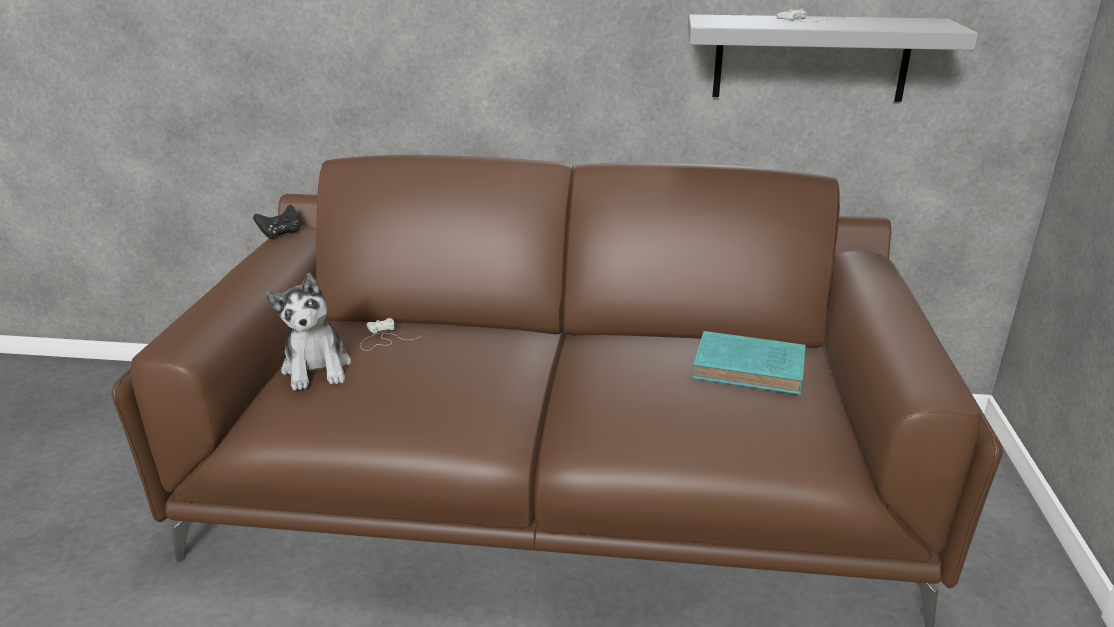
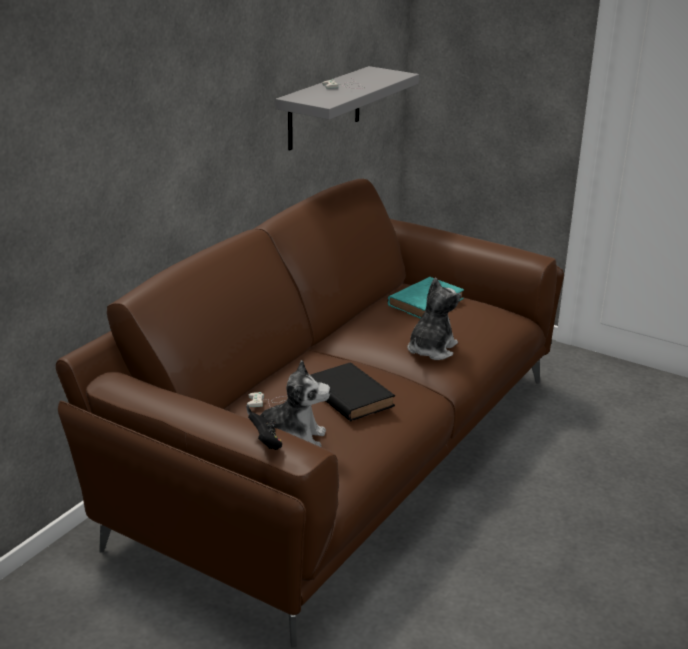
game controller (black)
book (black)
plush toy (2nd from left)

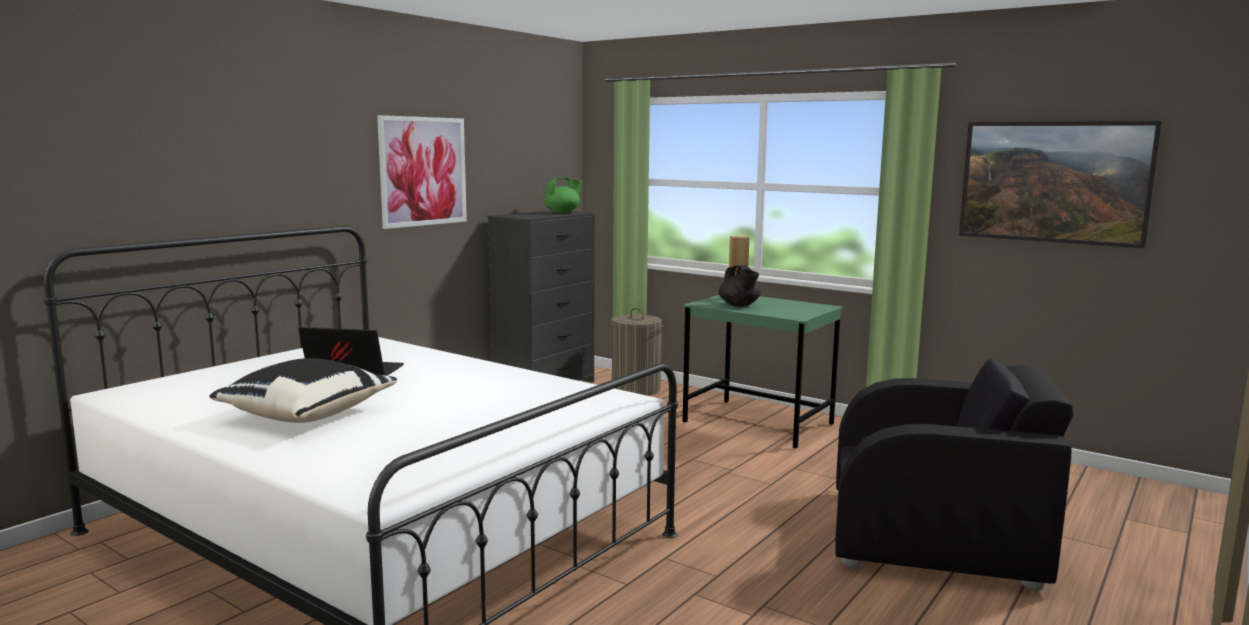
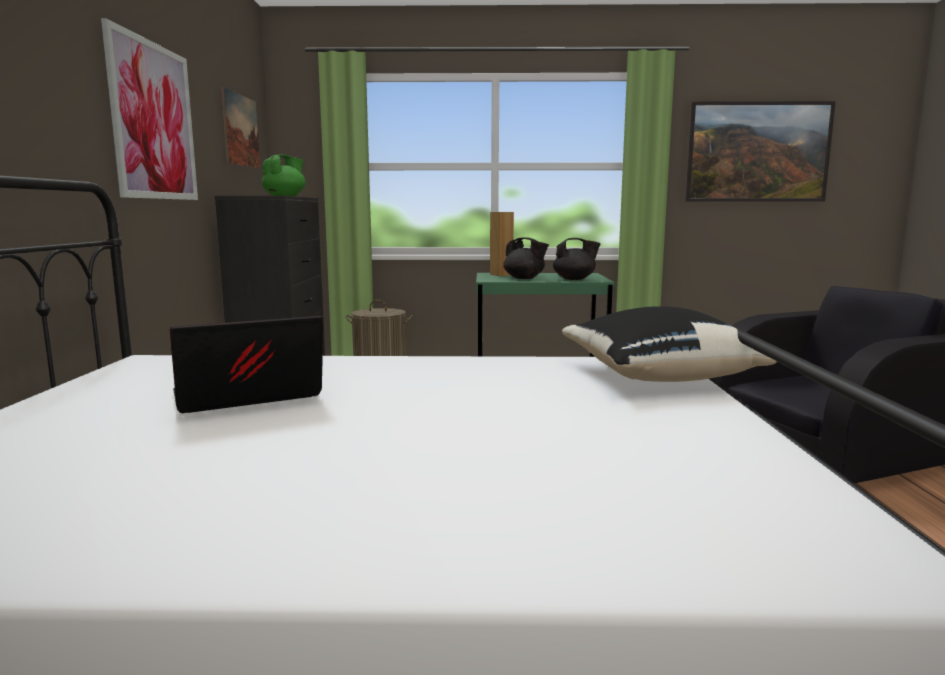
pillow (black)
picture (2nd from left)
teapot (black) (2nd from left)

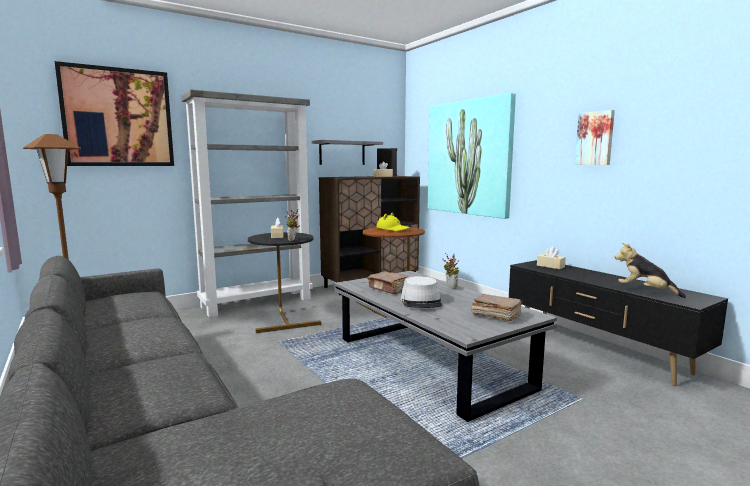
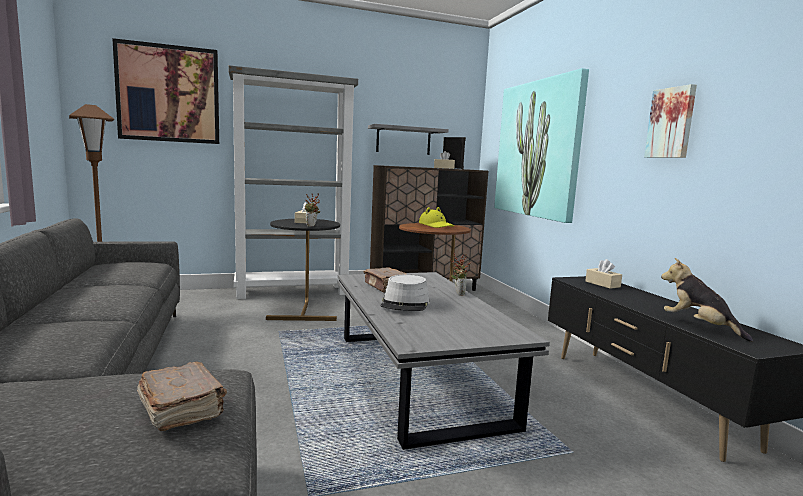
book (brown) (1st from left)

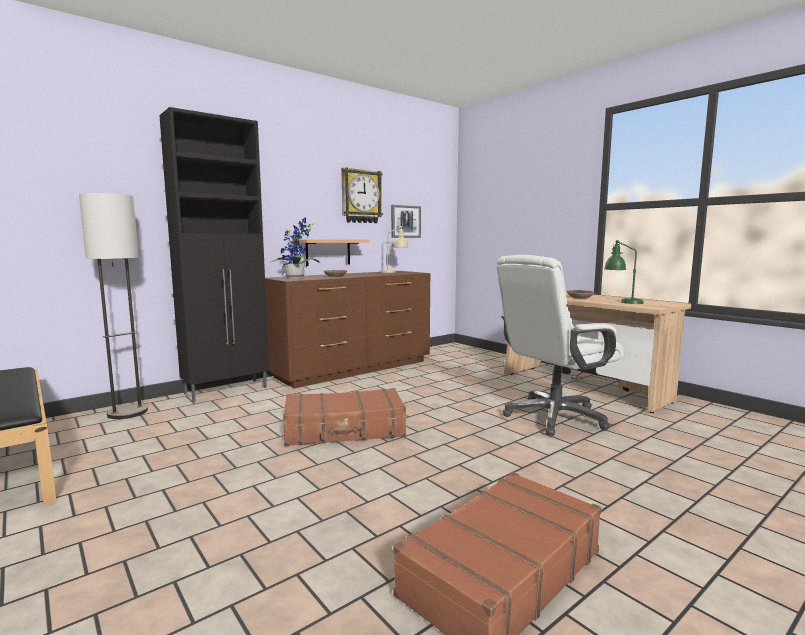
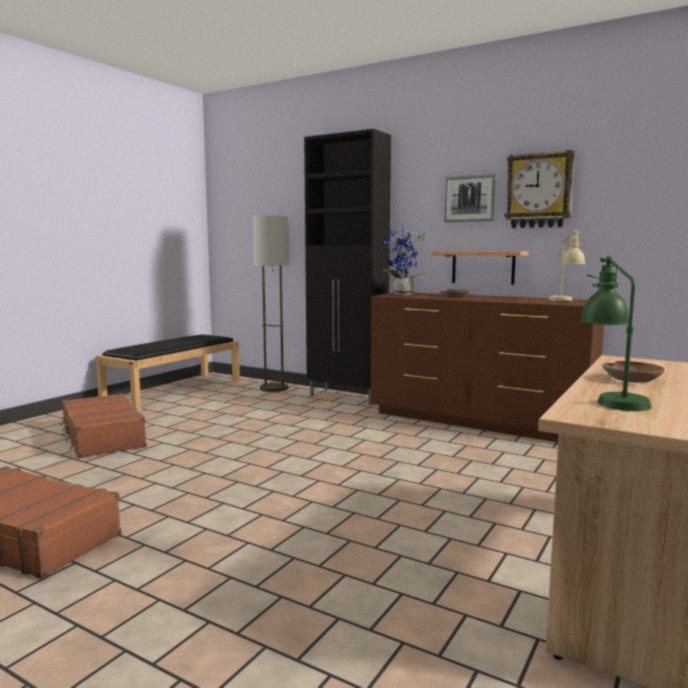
suitcase (brown) (2nd from left)
picture
office chair (white)

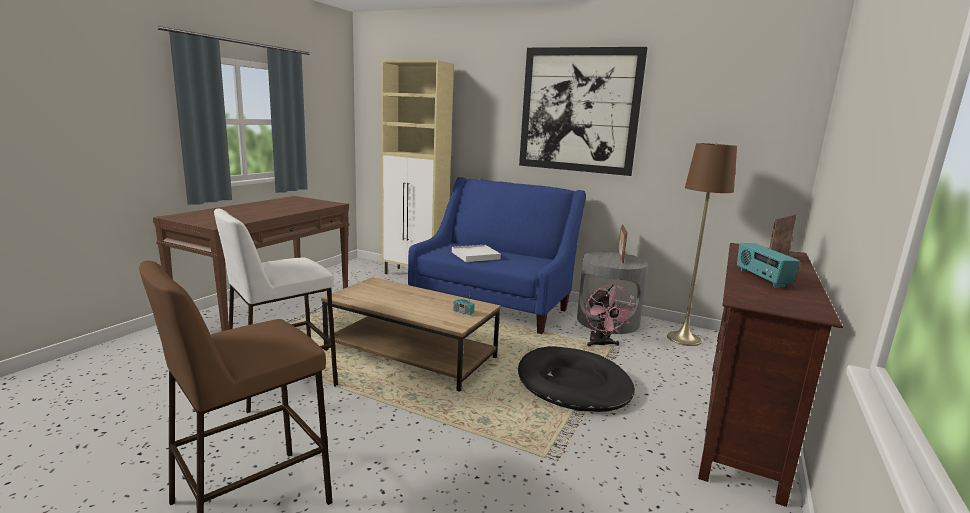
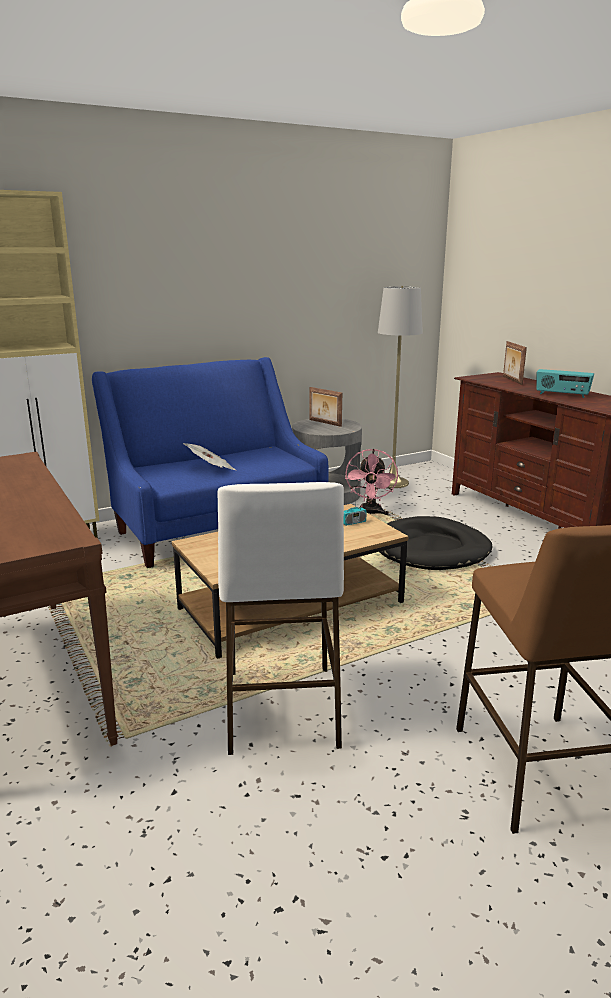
newspaper
picture
fan (pink)
floor lamp (grey)

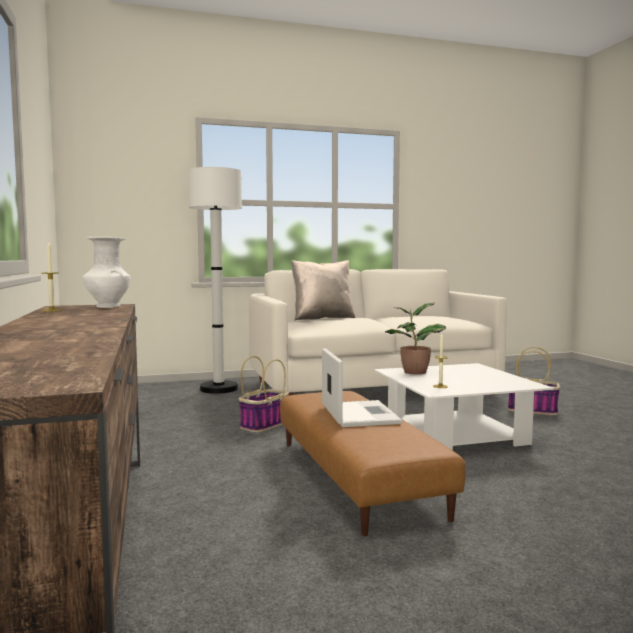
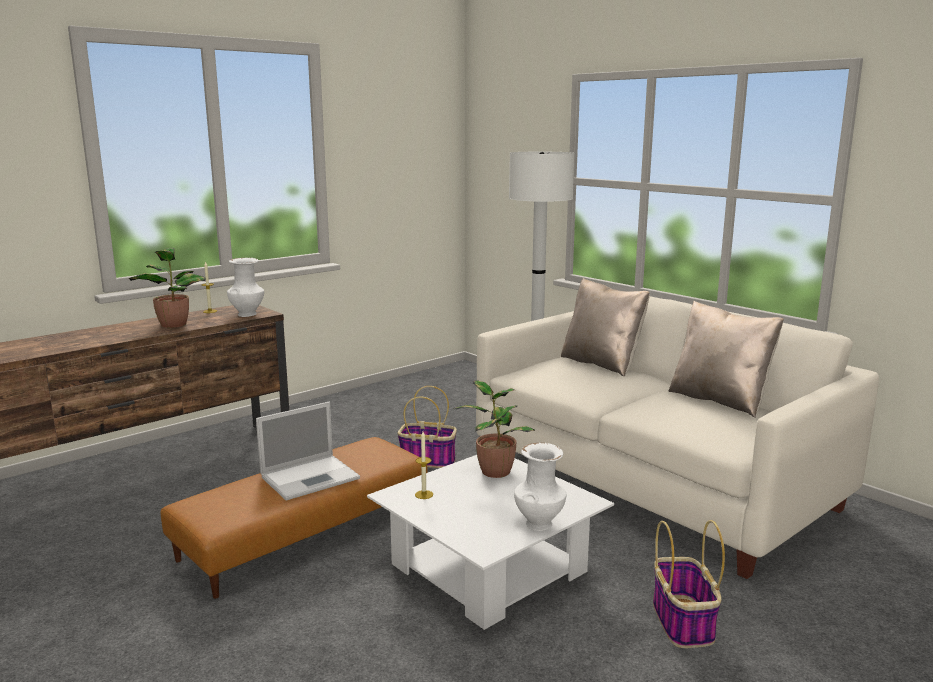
potted plant (1st from left)
vase (white) (2nd from left)
pillow (beige) (2nd from left)

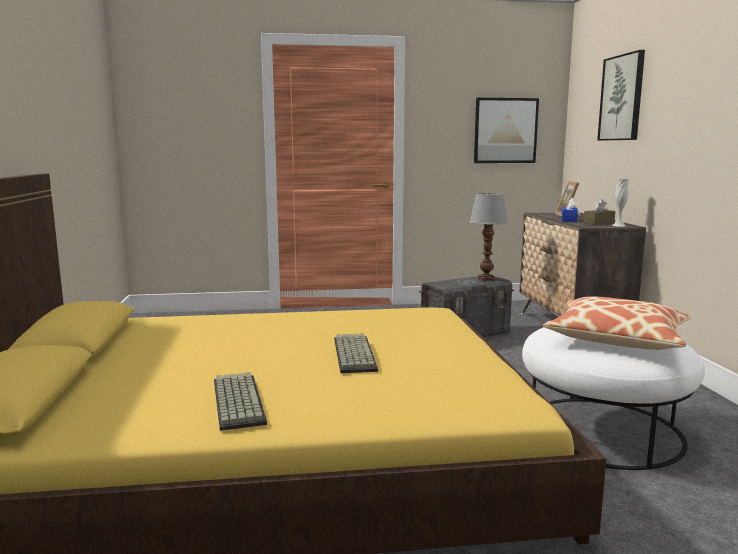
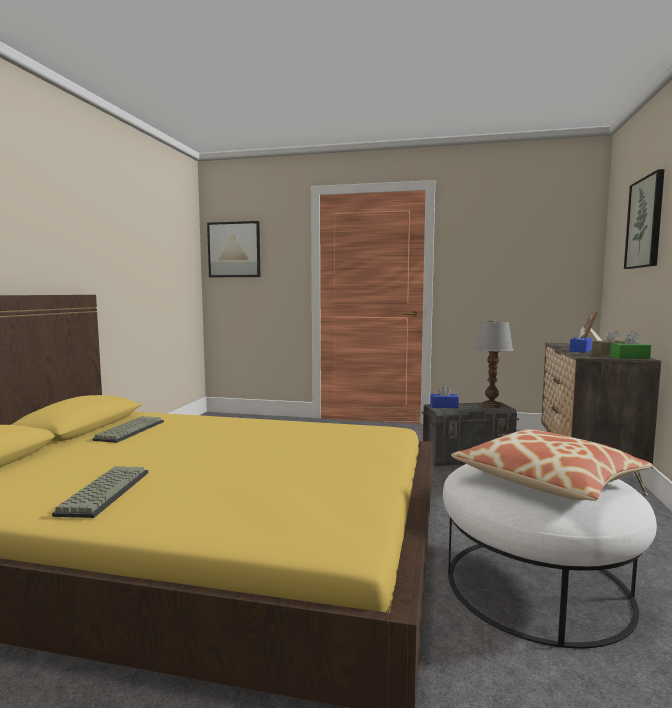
keyboard (2nd from left)
picture (1st from left)
tissue box (green)
tissue box (blue) (1st from left)

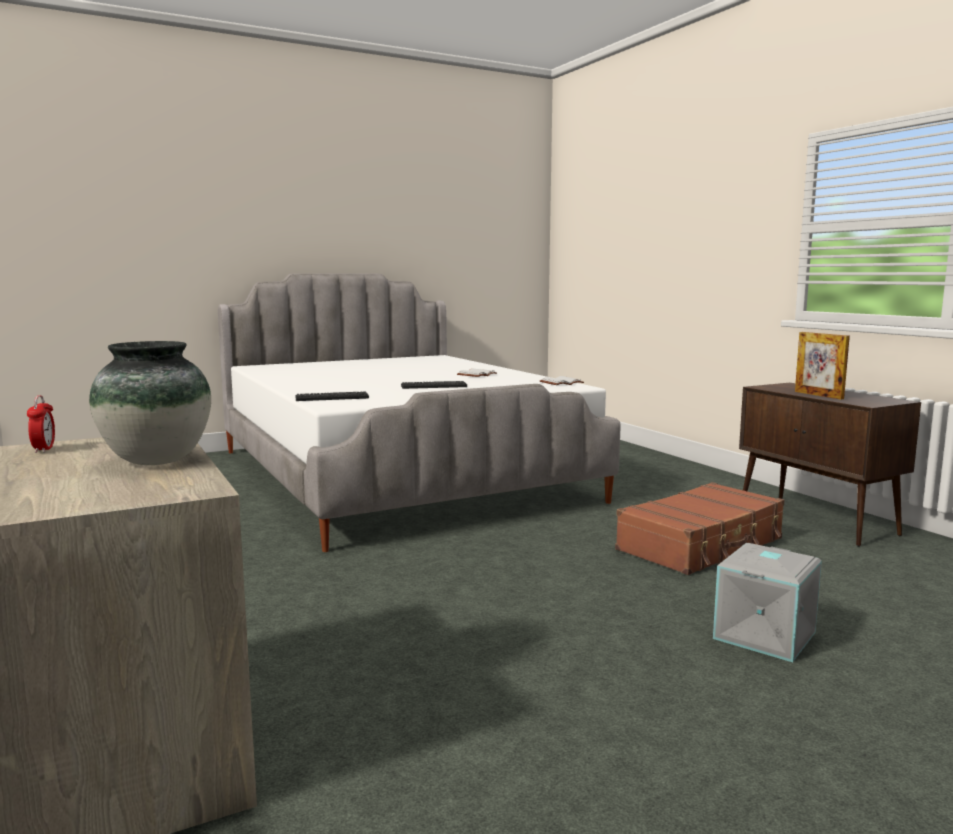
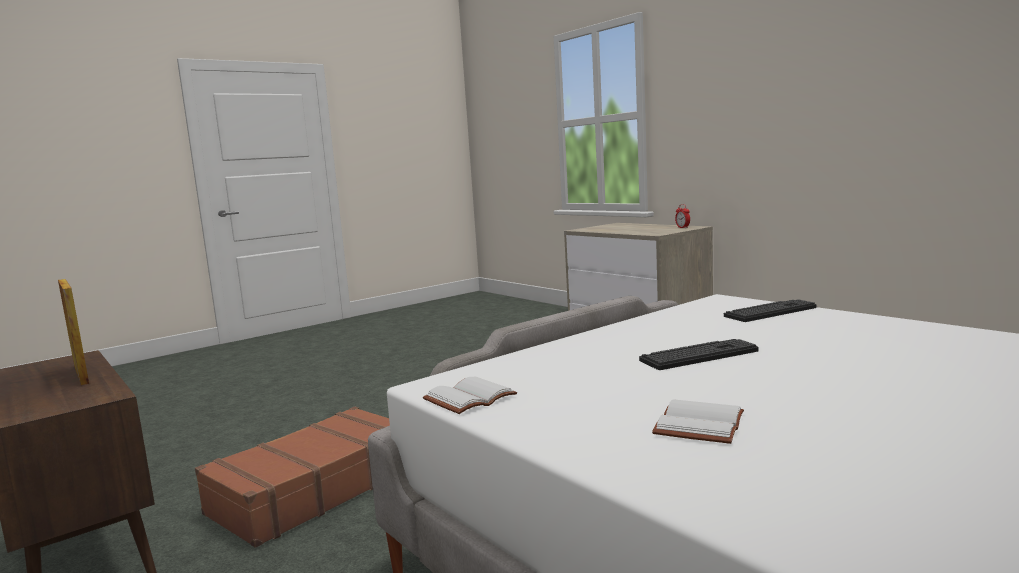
vase
storage box (grey)

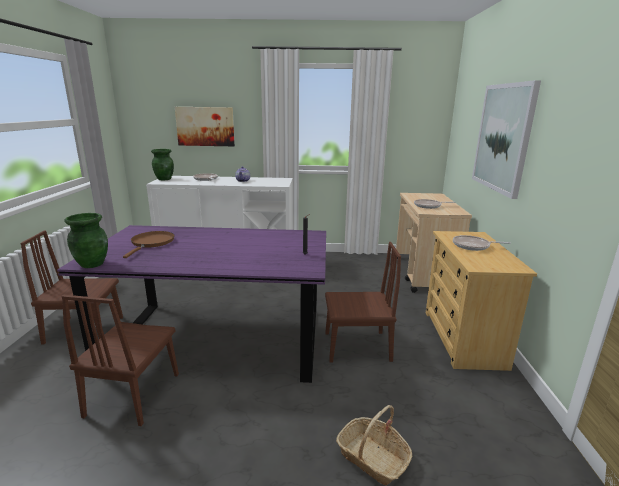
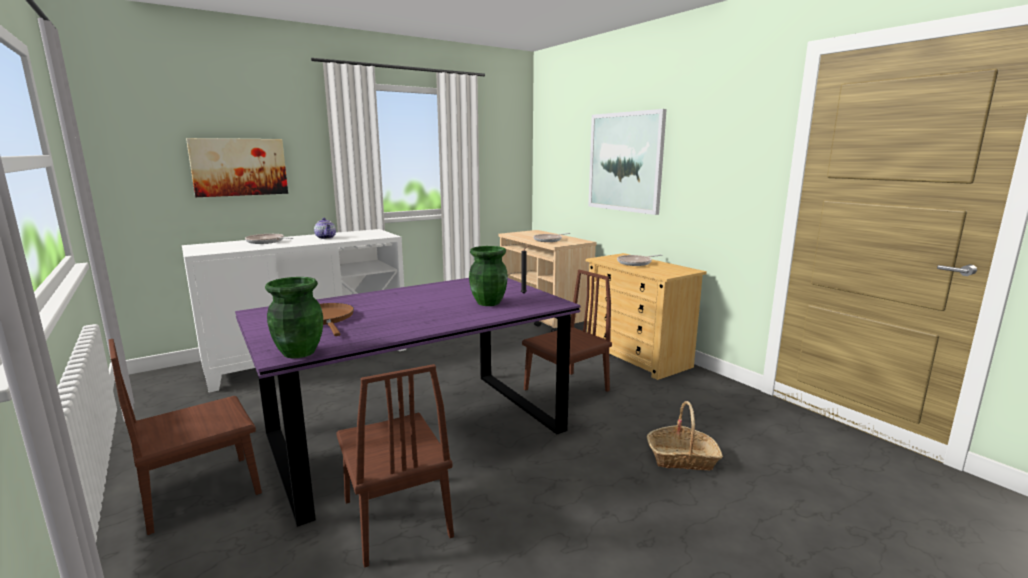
vase (green) (2nd from left)

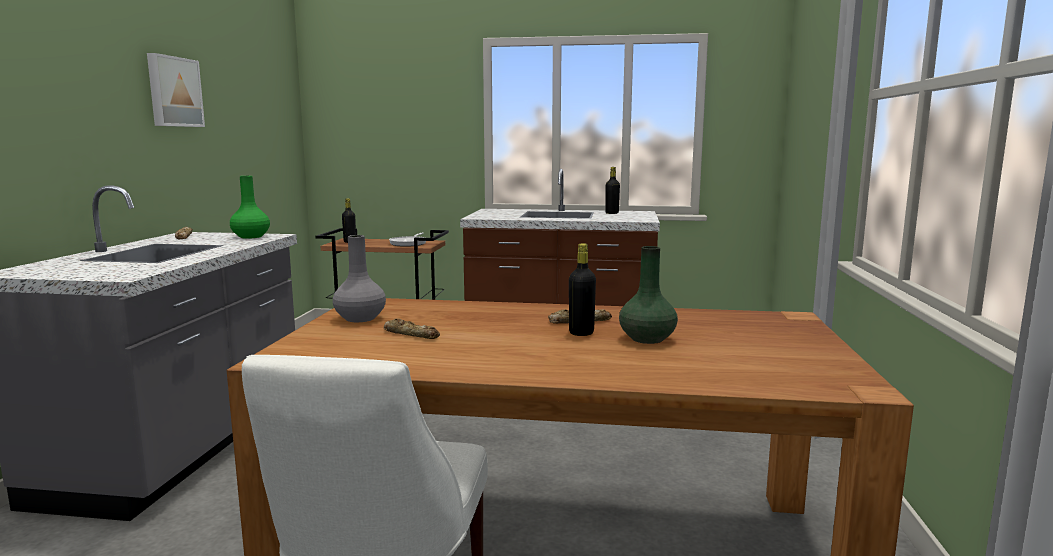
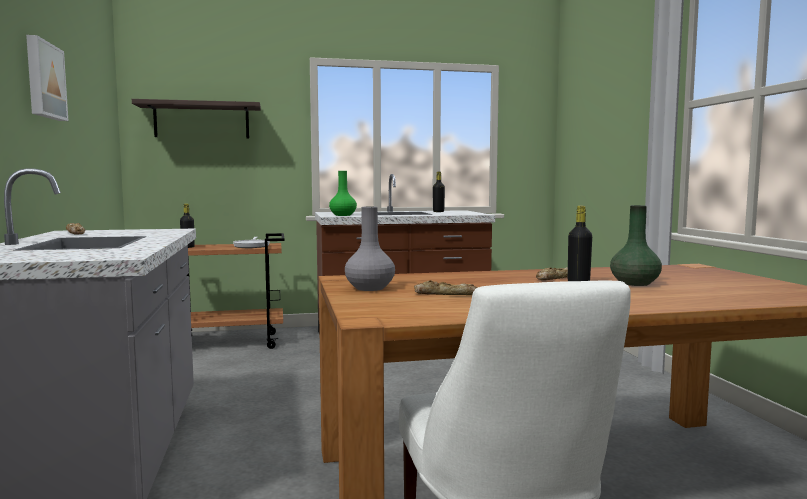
vase (green) (1st from left)
shelf

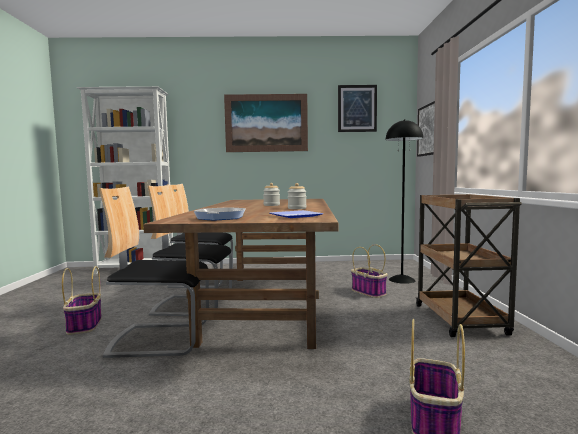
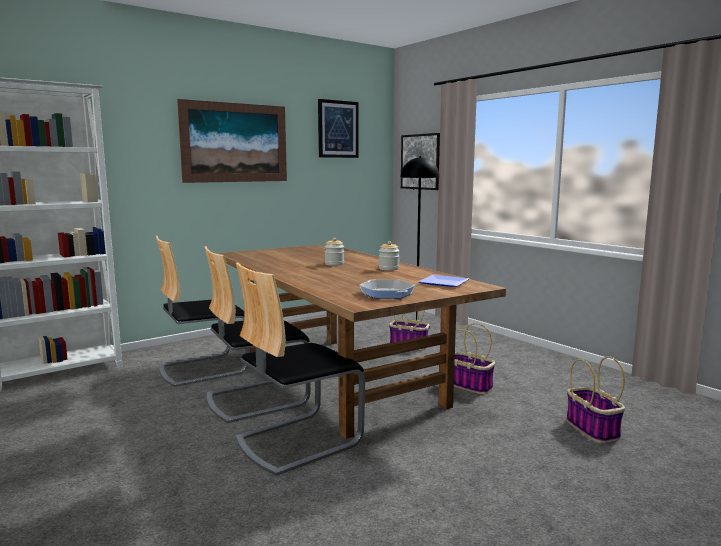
basket (2nd from left)
cart (brown)

